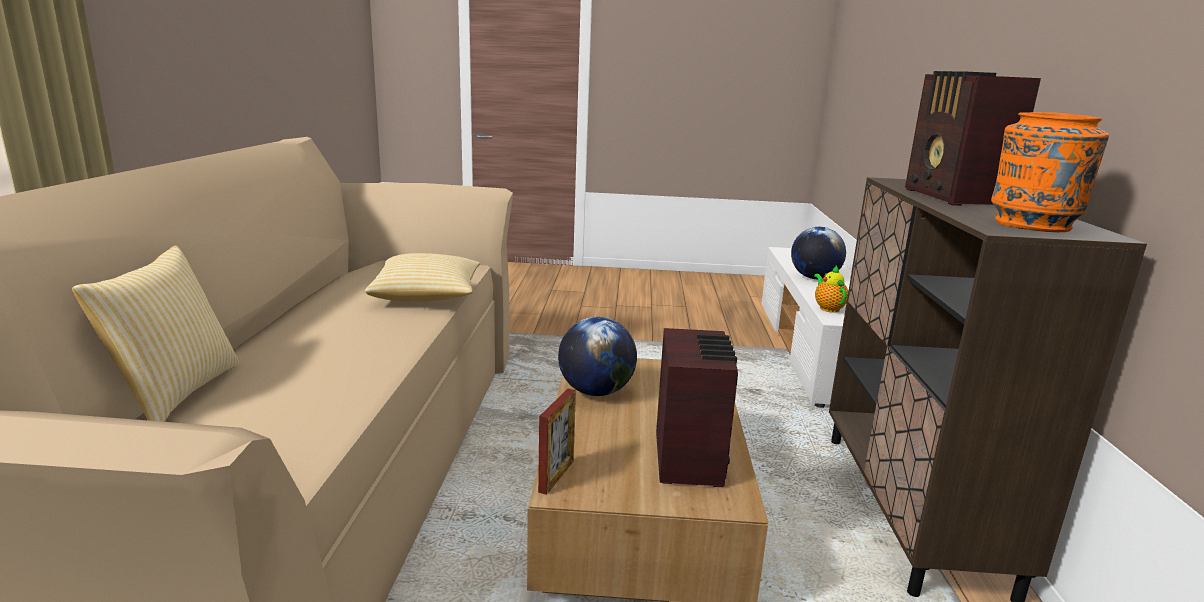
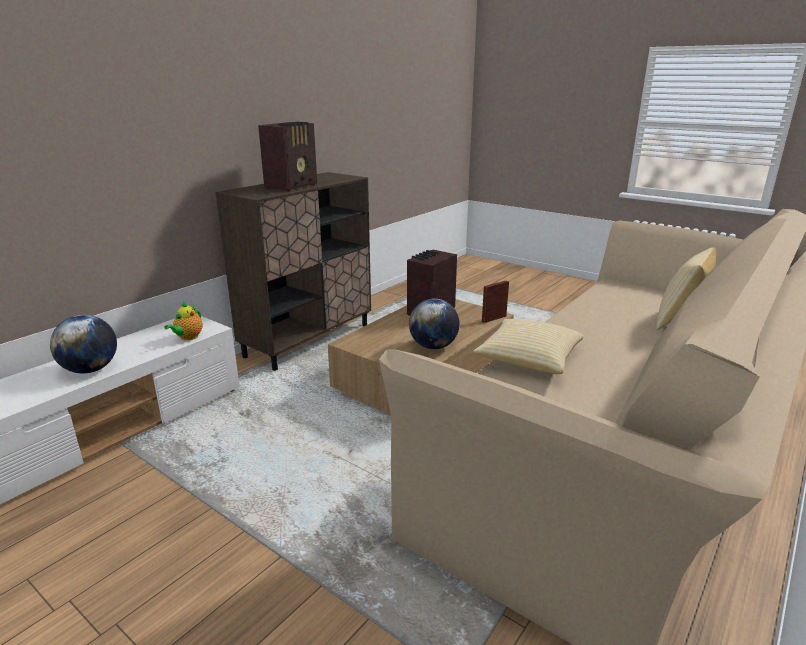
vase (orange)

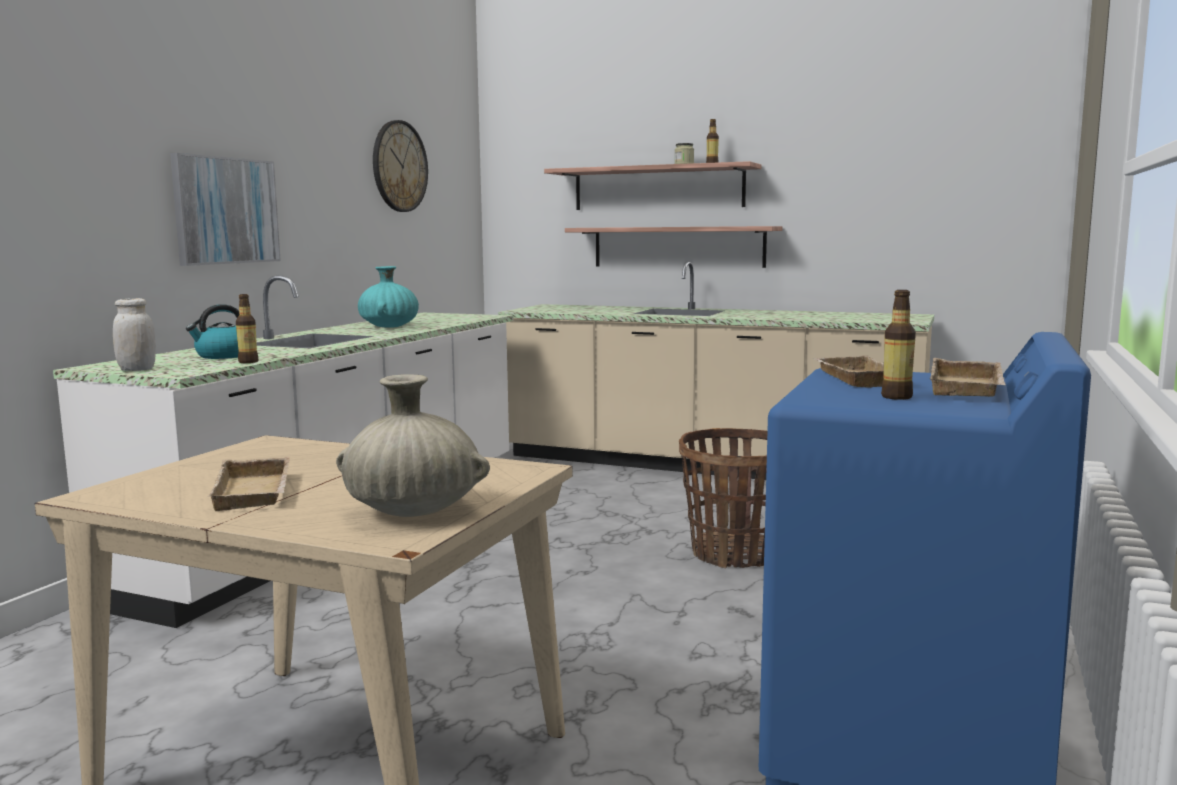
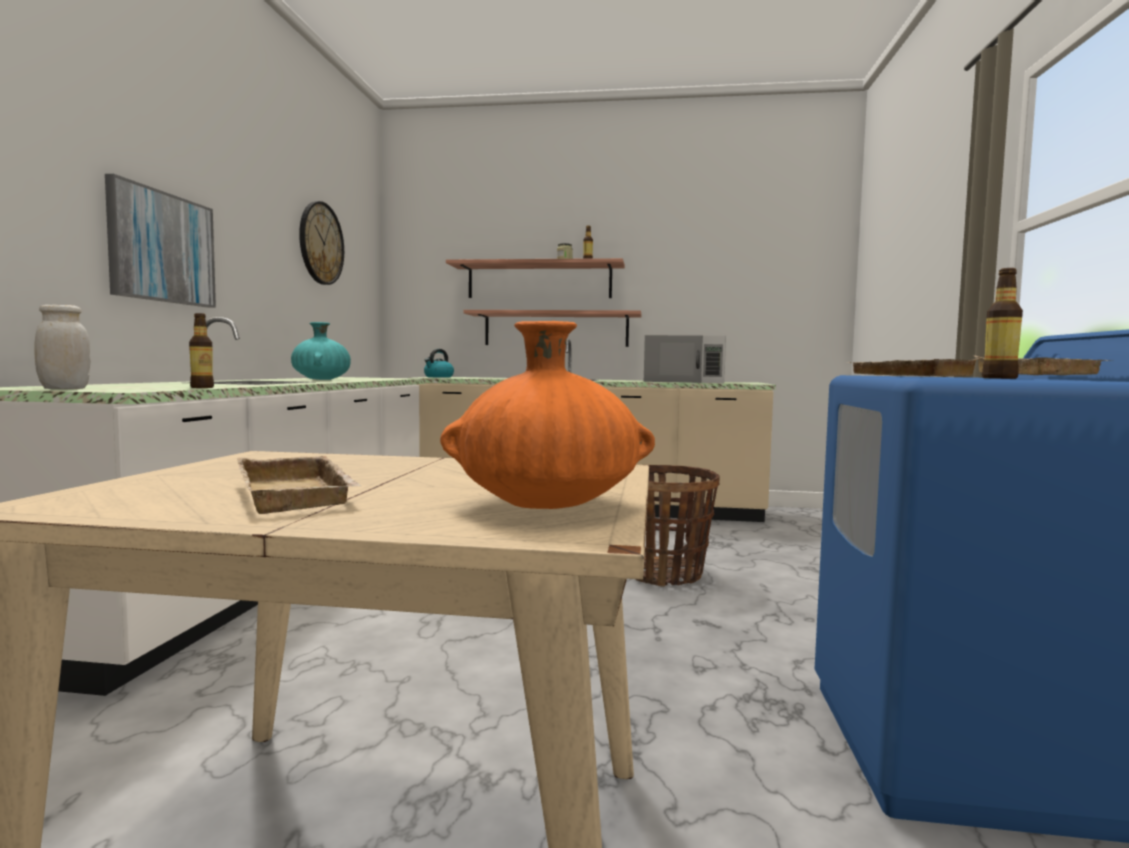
kettle
vase (orange)
microwave (white)

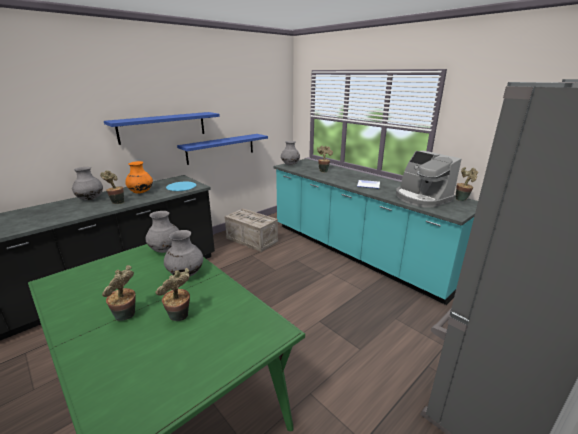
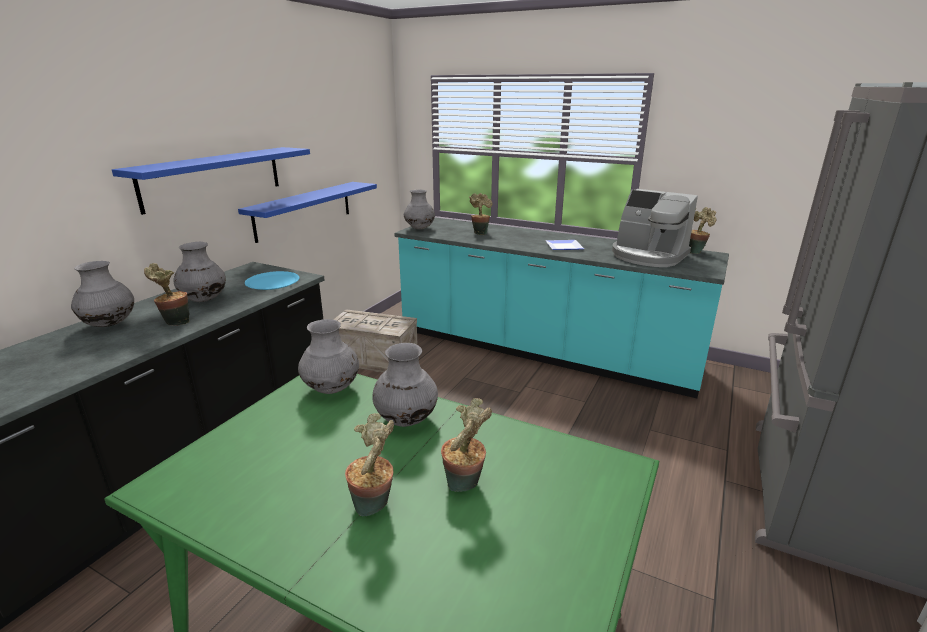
vase (grey) (2nd from left)

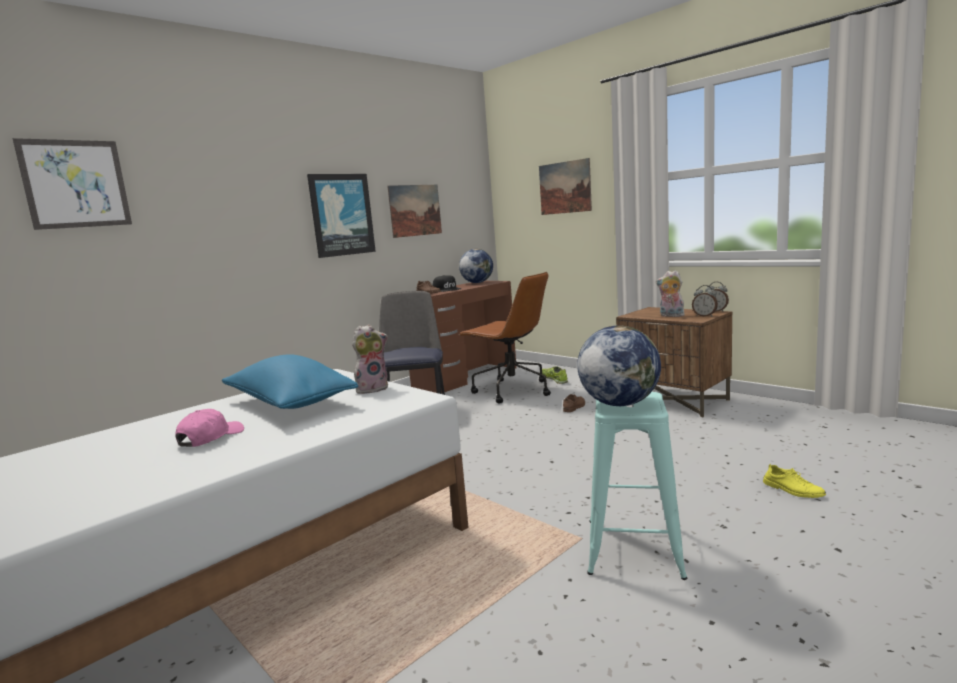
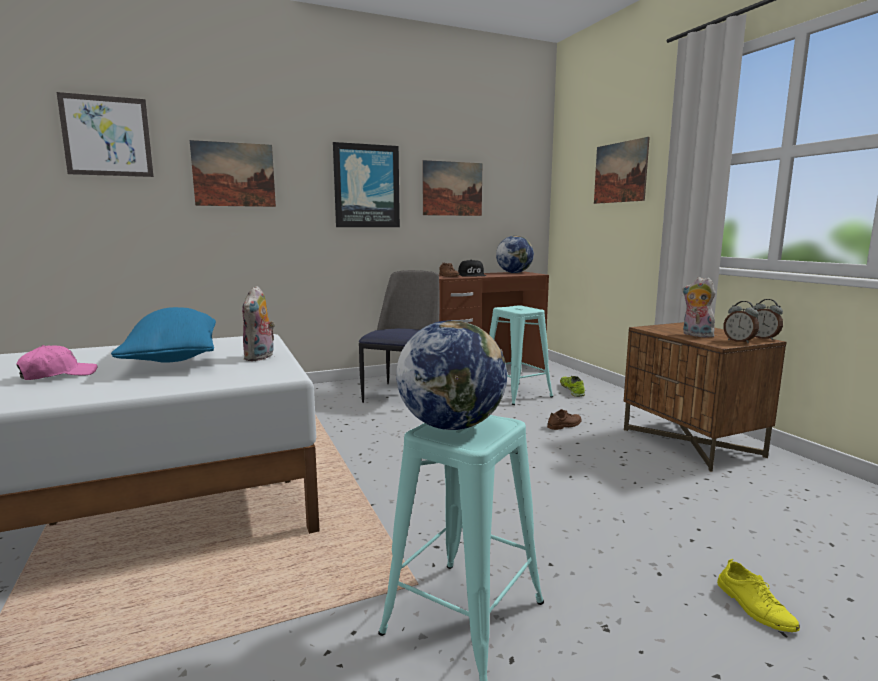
plush toy (1st from left)
stool (turquoise) (2nd from left)
picture (2nd from left)

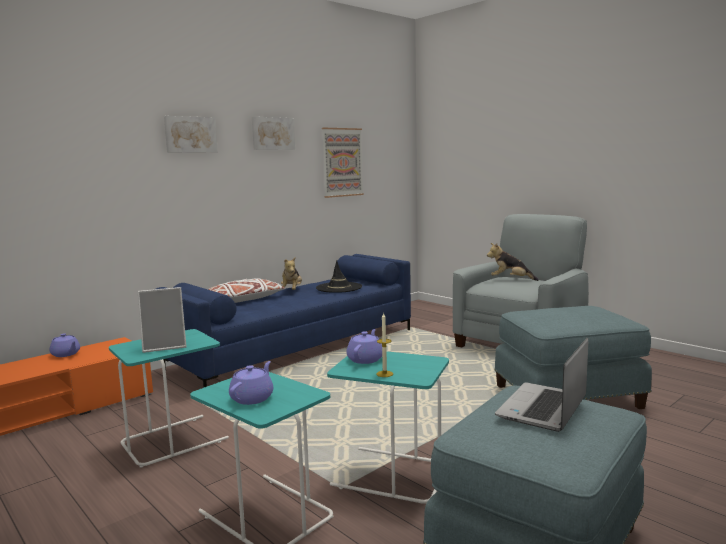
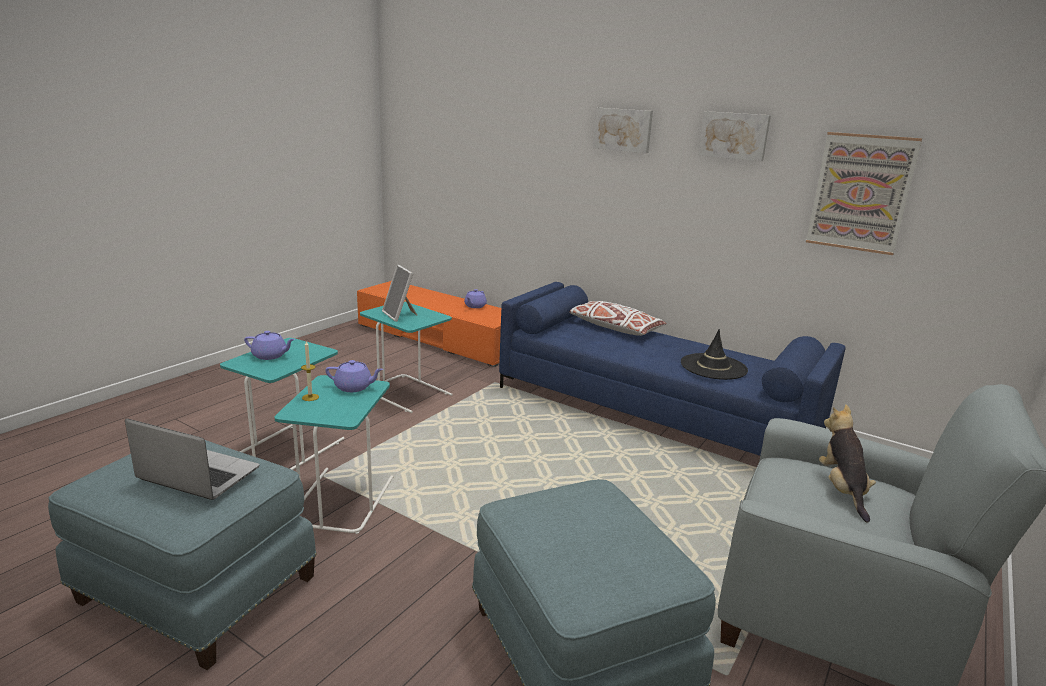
plush toy (1st from left in the first image)

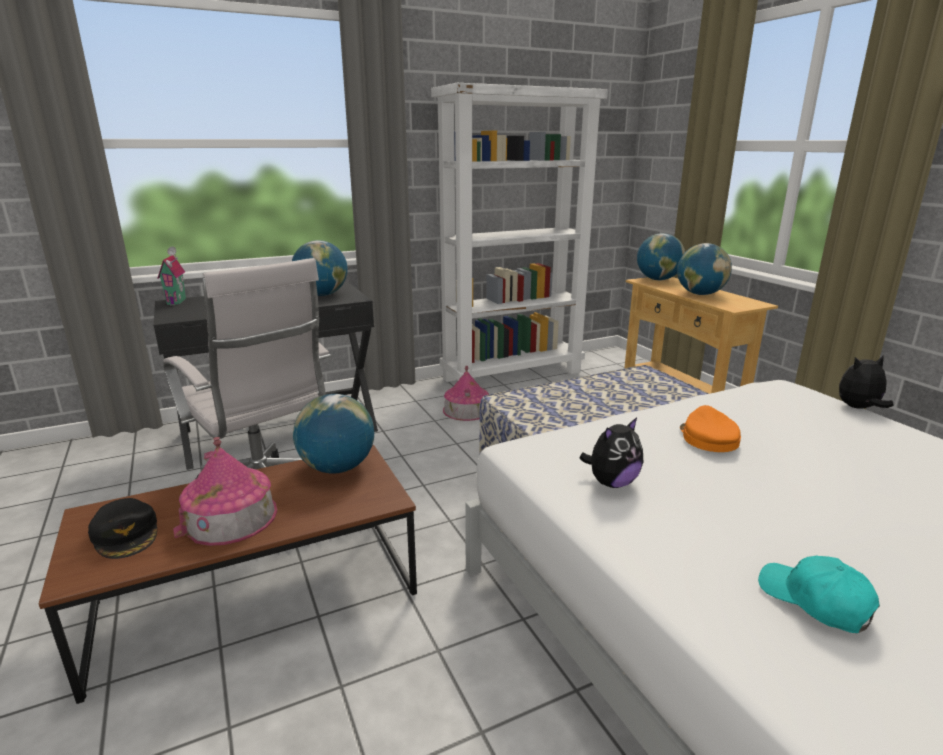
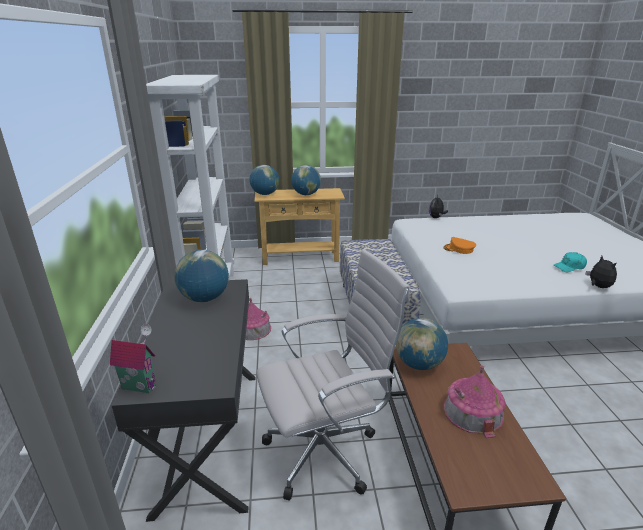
cap (black)
plush toy (2nd from left)

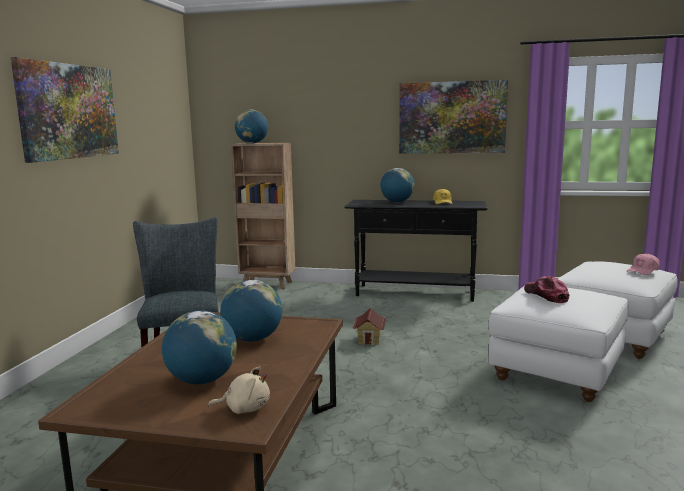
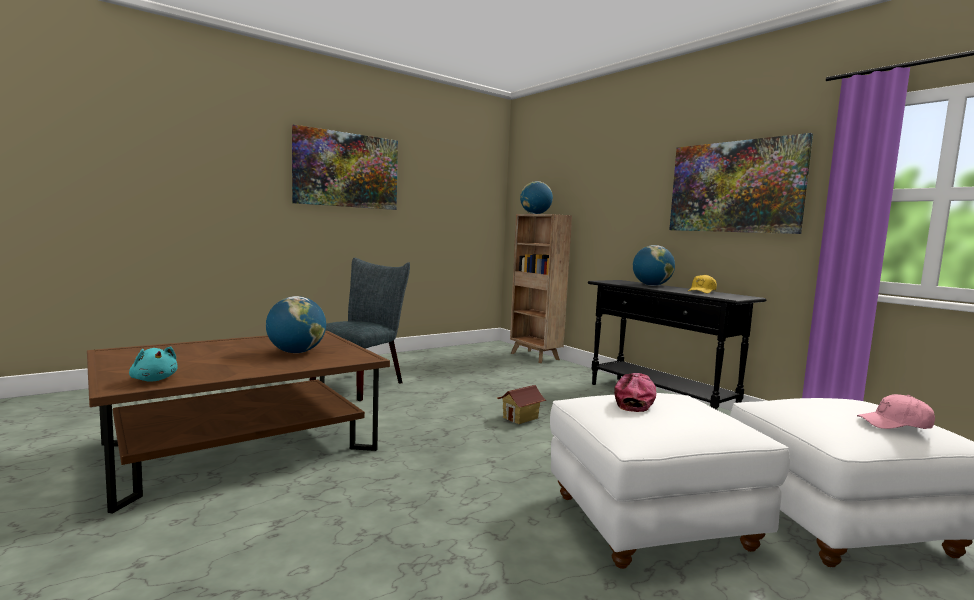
globe (1st from left in the first image)
plush toy (turquoise)

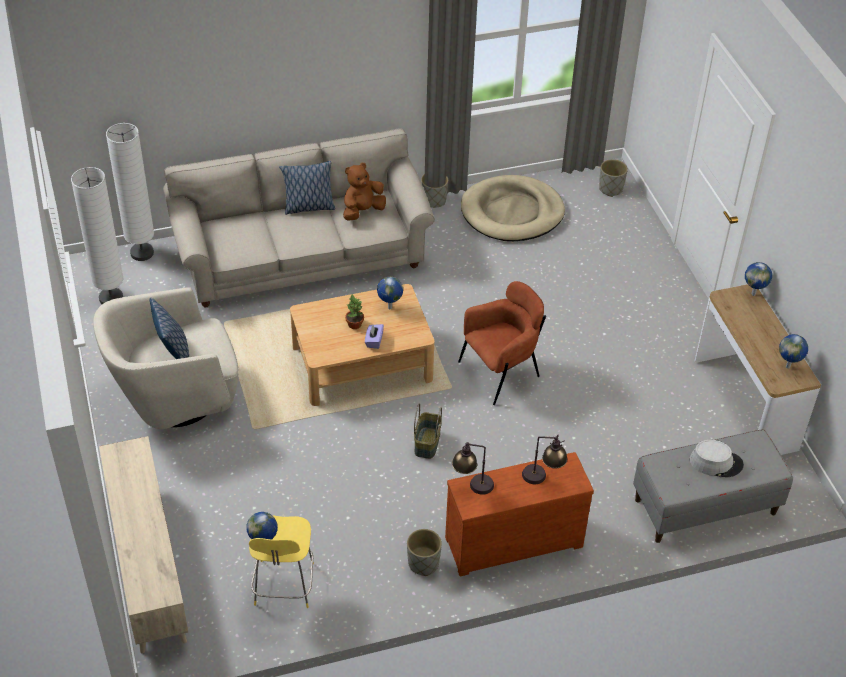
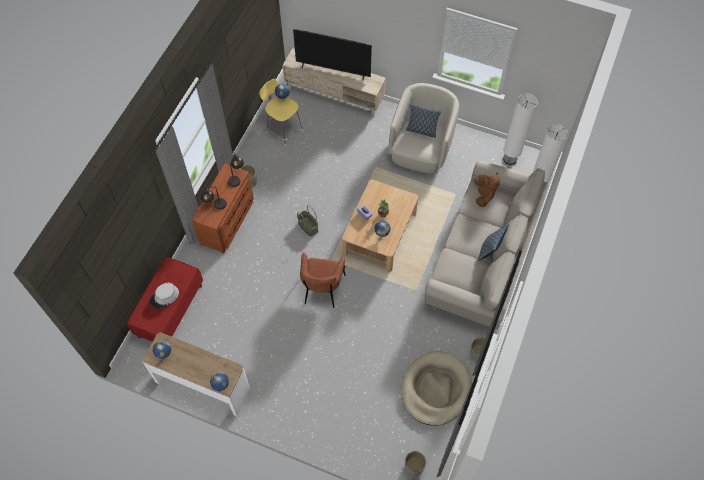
plush toy (brown)
bench (red)
television

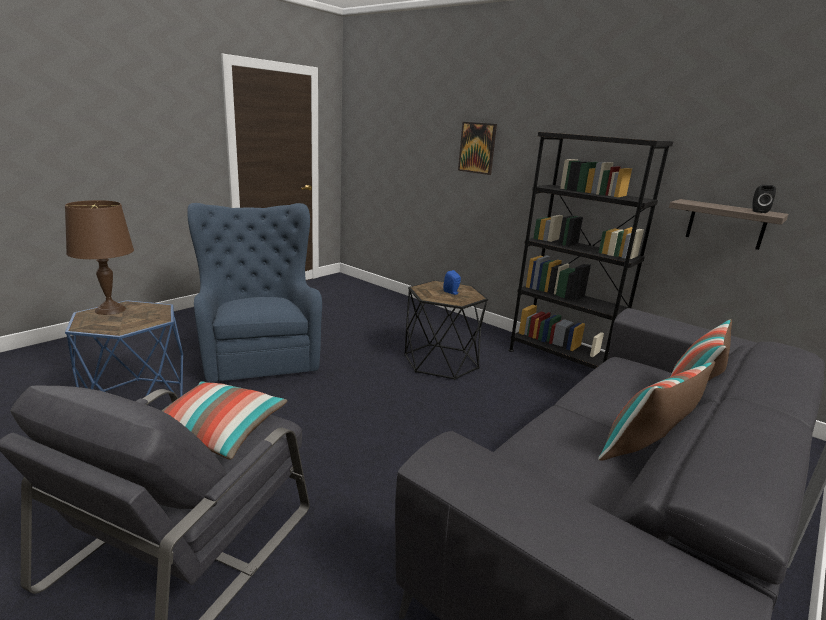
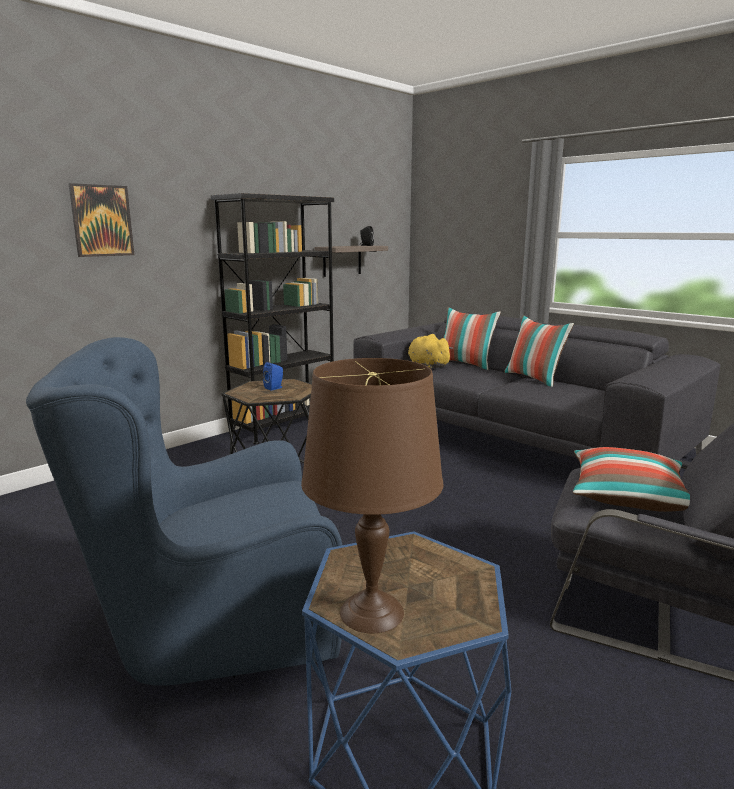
plush toy (yellow)

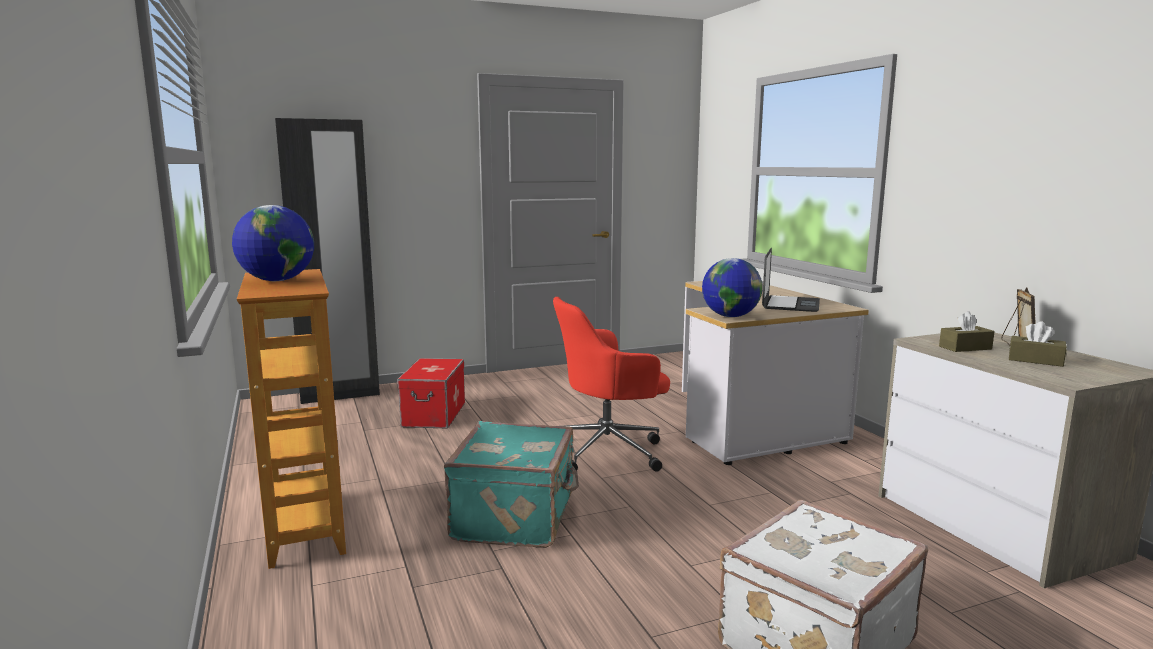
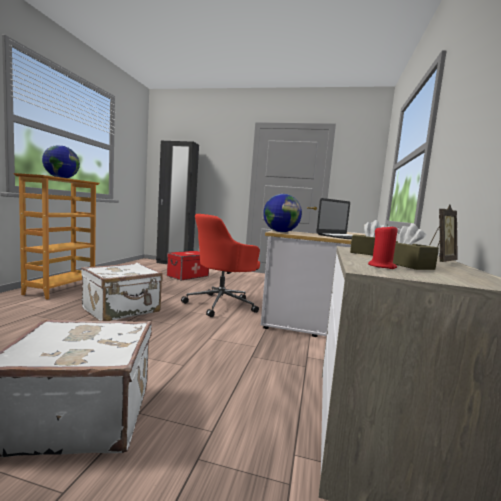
suitcase (white) (2nd from left)
office chair (red)
candle (red)

